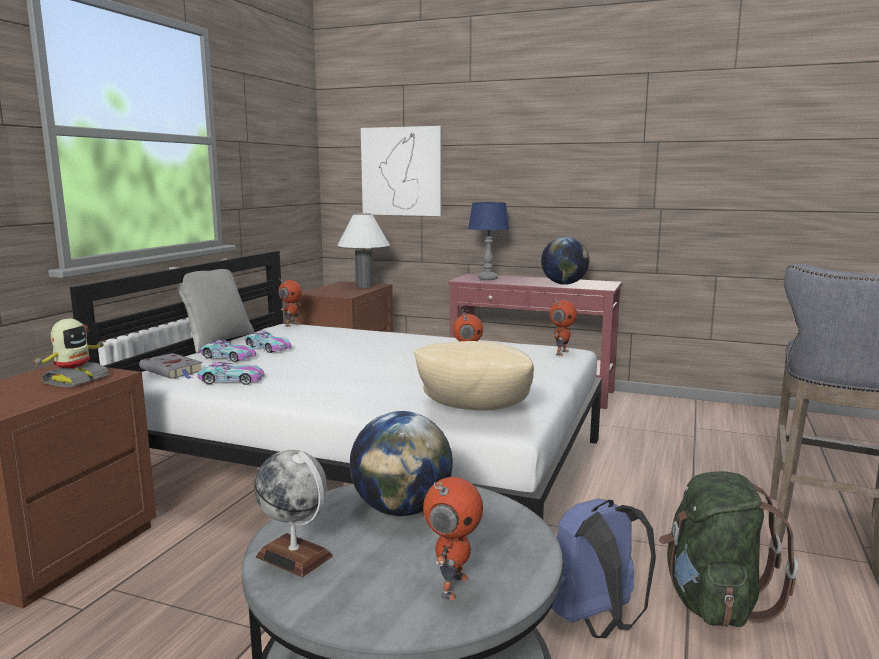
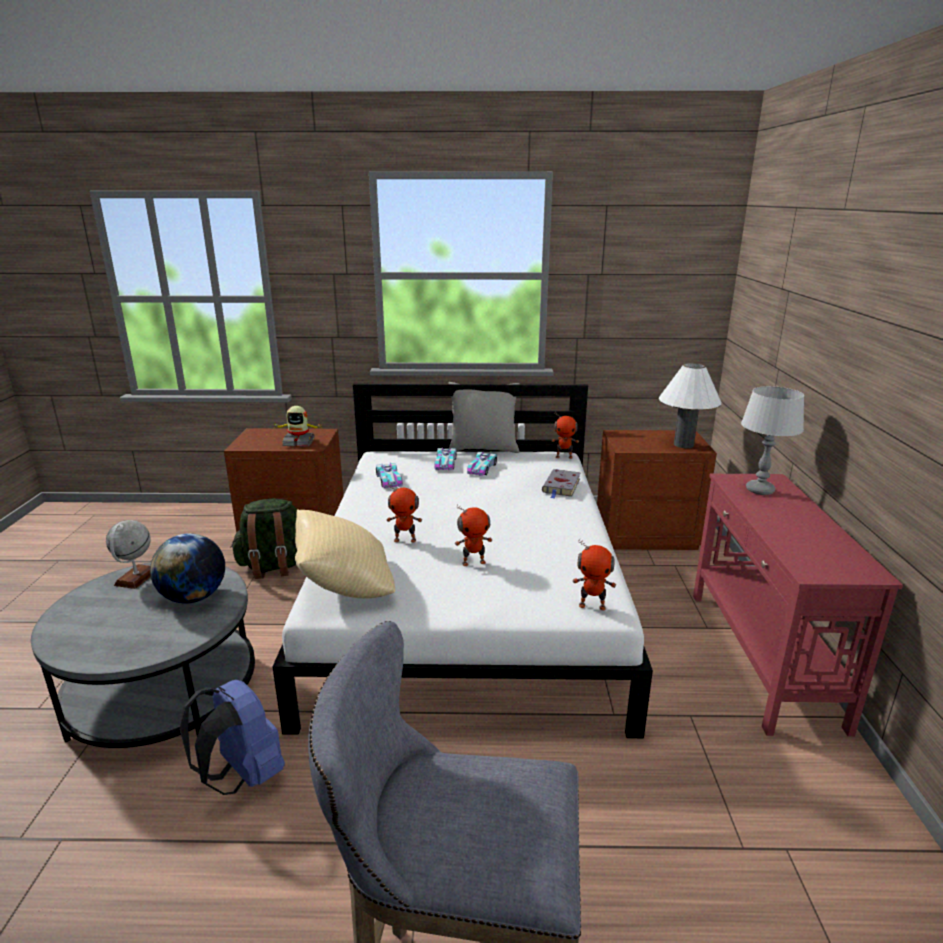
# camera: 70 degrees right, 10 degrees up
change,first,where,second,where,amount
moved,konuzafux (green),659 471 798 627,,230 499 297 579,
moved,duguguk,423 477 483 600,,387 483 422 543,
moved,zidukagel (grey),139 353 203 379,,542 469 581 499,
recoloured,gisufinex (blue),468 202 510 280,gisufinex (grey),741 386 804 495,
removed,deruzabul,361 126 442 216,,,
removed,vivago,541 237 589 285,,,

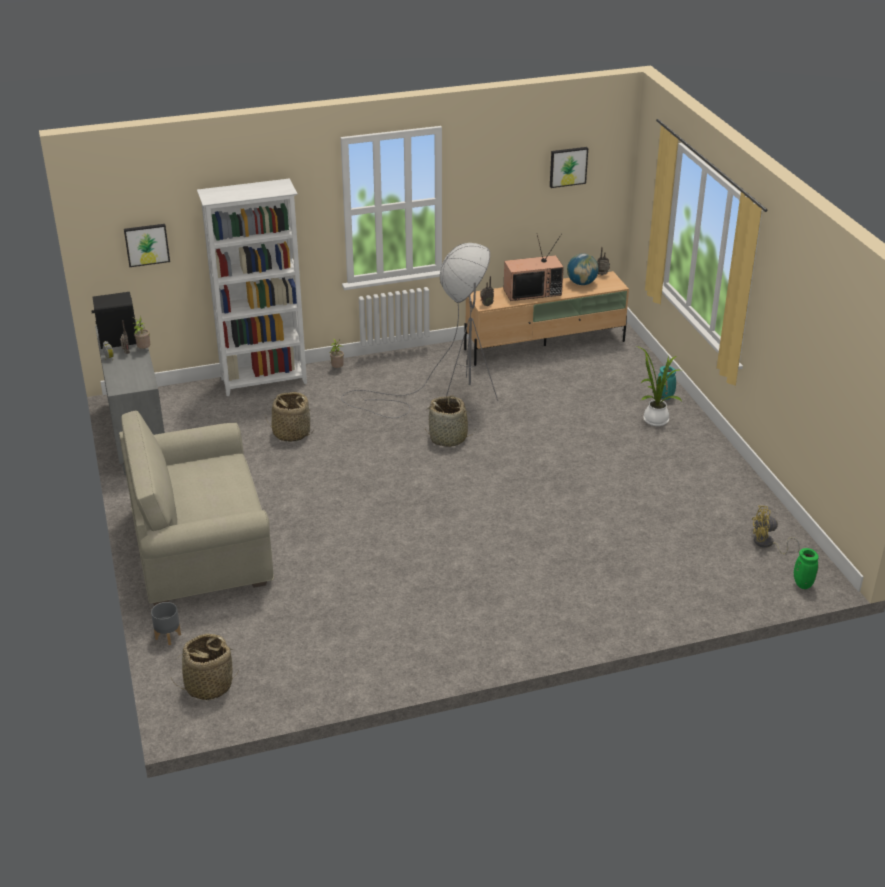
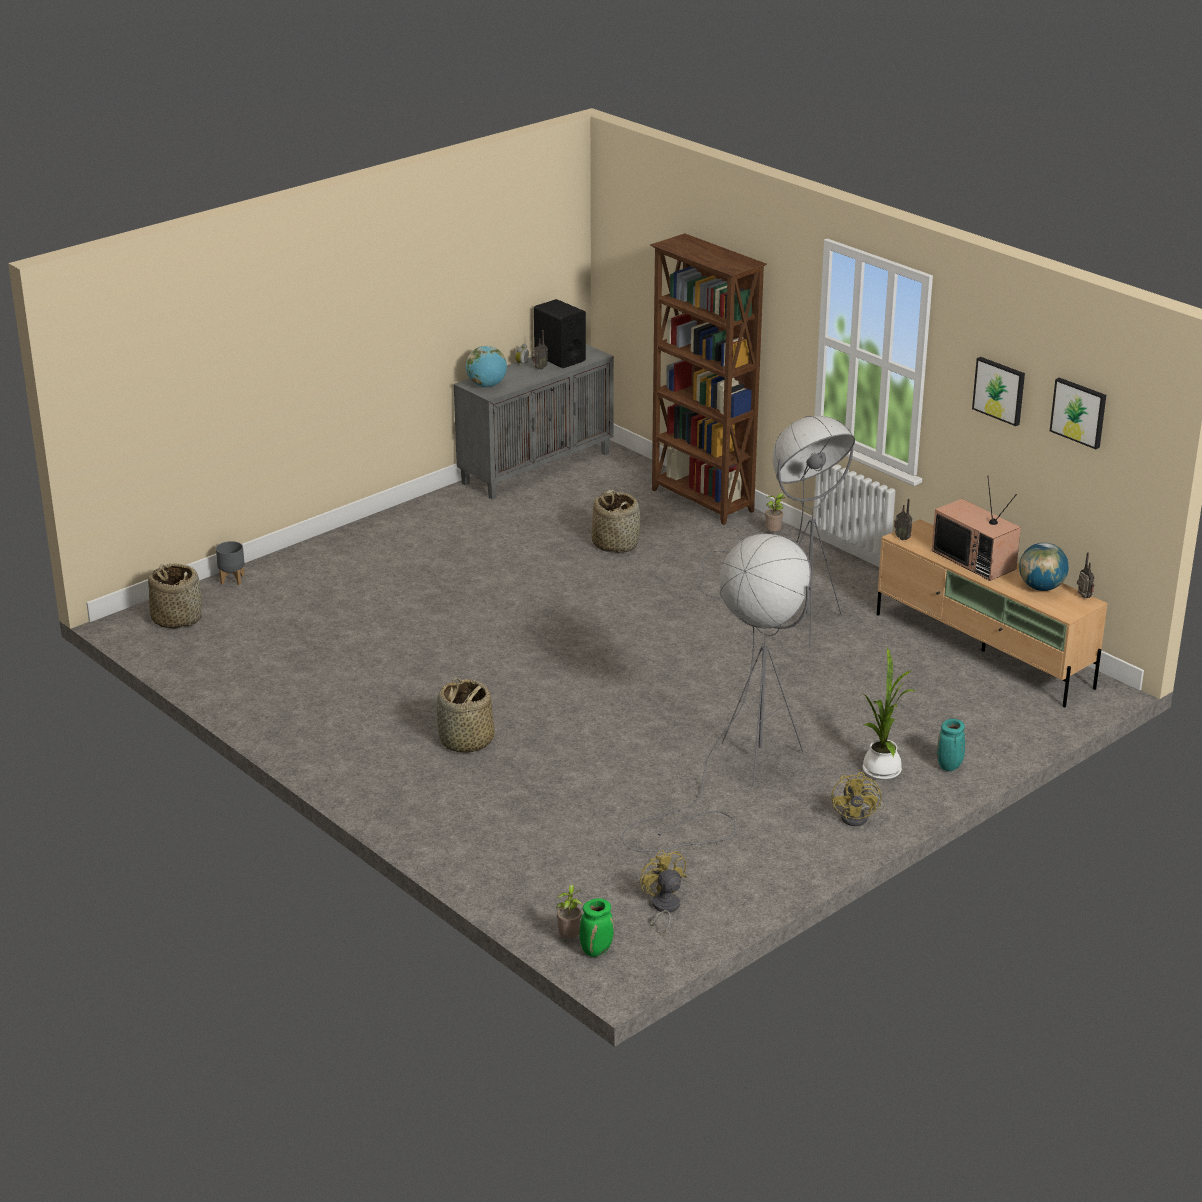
# camera: 65 degrees right, 5 degrees down
change,first,where,second,where,amount
moved,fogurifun,425 395 476 447,,437 678 495 752,
added,,,vivago,466 346 507 387,
moved,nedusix,133 316 150 349,,556 884 583 938,
added,,,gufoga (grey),622 534 811 852,
recoloured,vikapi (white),197 178 307 396,vikapi (brown),650 233 767 525,
added,,,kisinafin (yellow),832 772 882 826,
moved,deruzabul,124 224 170 267,,972 357 1025 426,
removed,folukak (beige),119 410 274 606,,,

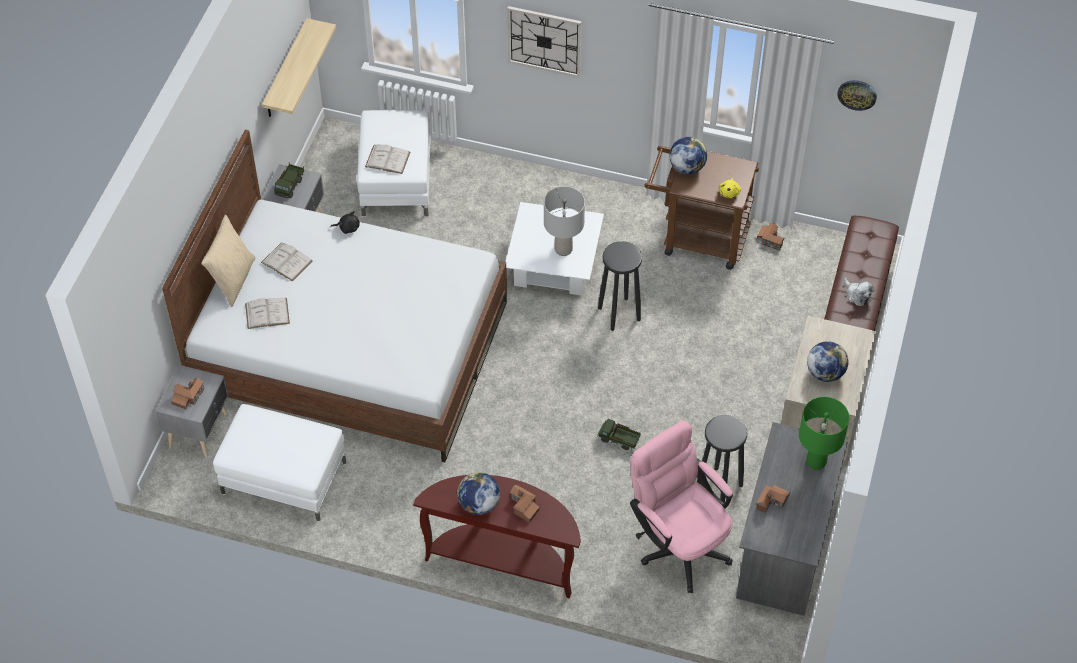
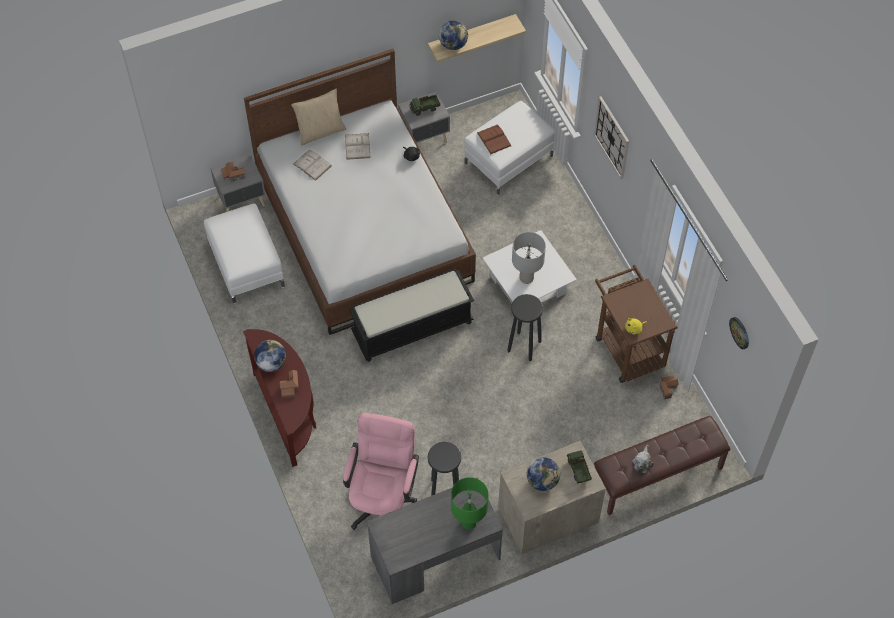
# camera: 50 degrees right, 5 degrees up
change,first,where,second,where,amount
added,,,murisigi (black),349 268 474 362,
moved,vivago,669 137 707 174,,439 21 468 50,
recoloured,zidukagel (white),365 144 410 174,zidukagel (brown),477 124 511 154,
moved,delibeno,598 419 641 450,,567 450 592 484,
removed,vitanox,756 485 790 513,,,

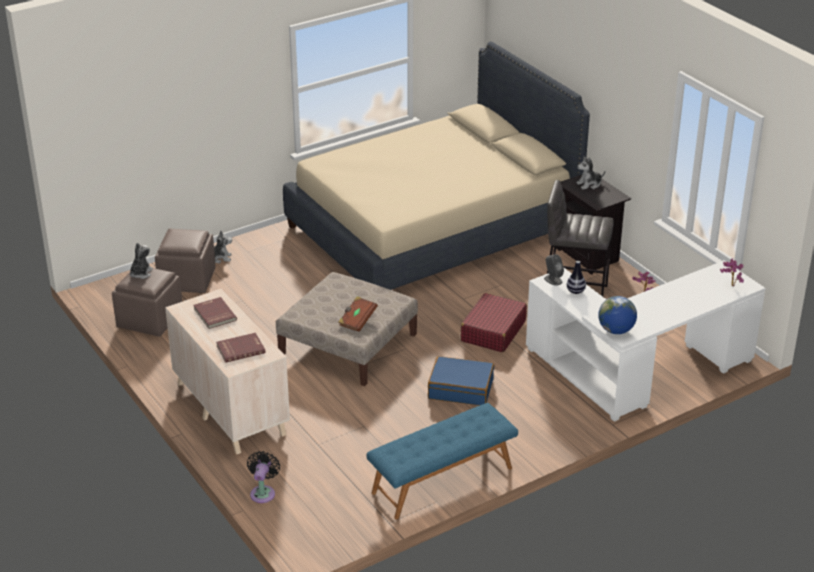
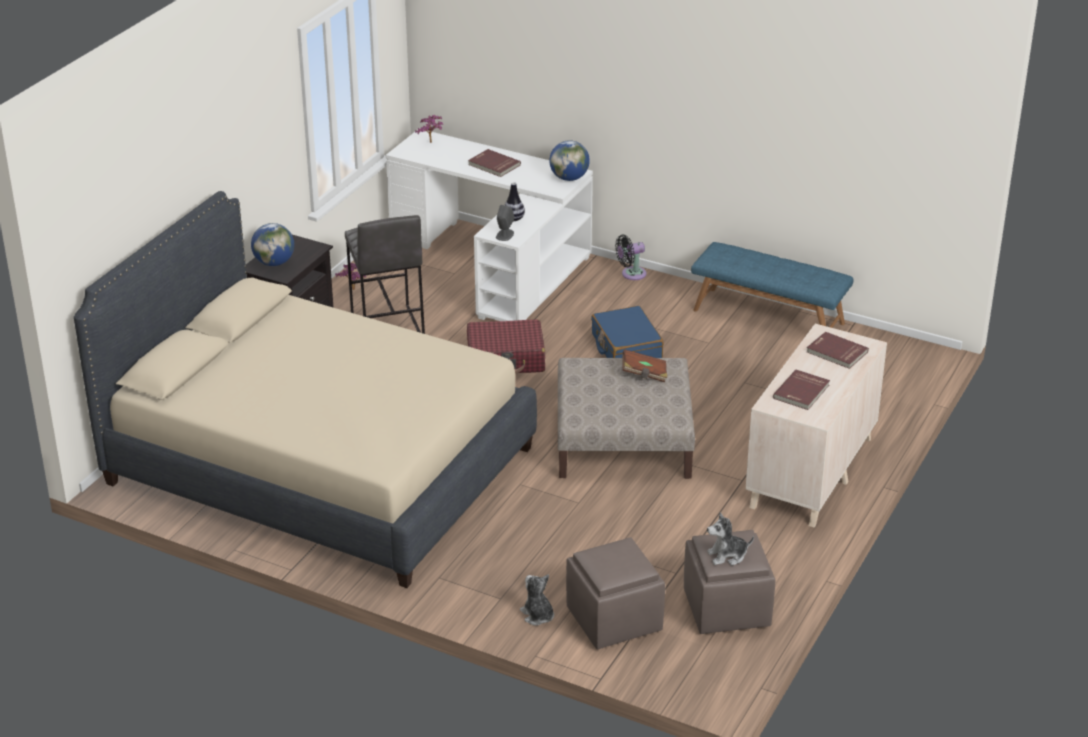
# camera: 120 degrees left, 0 degrees up
change,first,where,second,where,amount
replaced,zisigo,576 156 605 190,vivago,251 223 294 266,
added,,,zidukagel (red),468 149 521 177,
moved,kisinafin (black),247 451 280 503,,615 235 647 280,

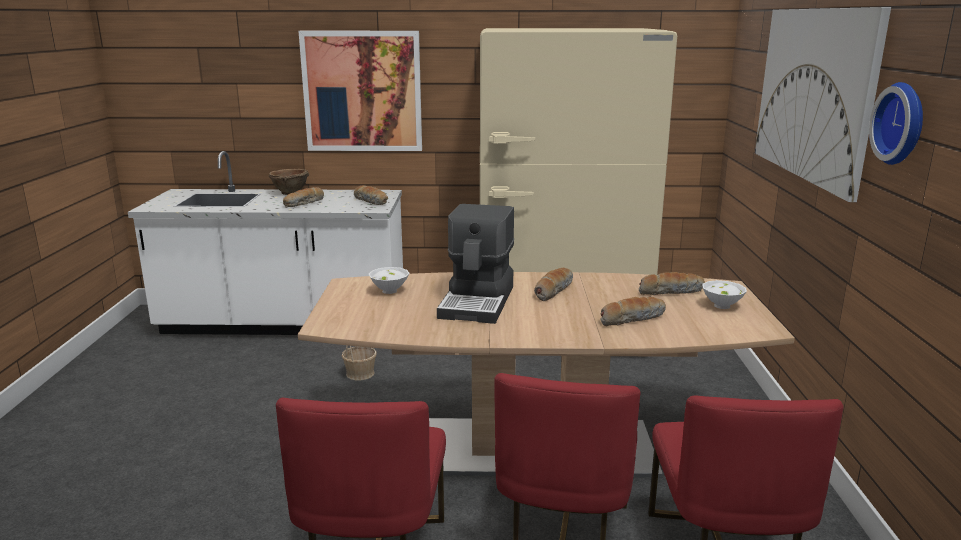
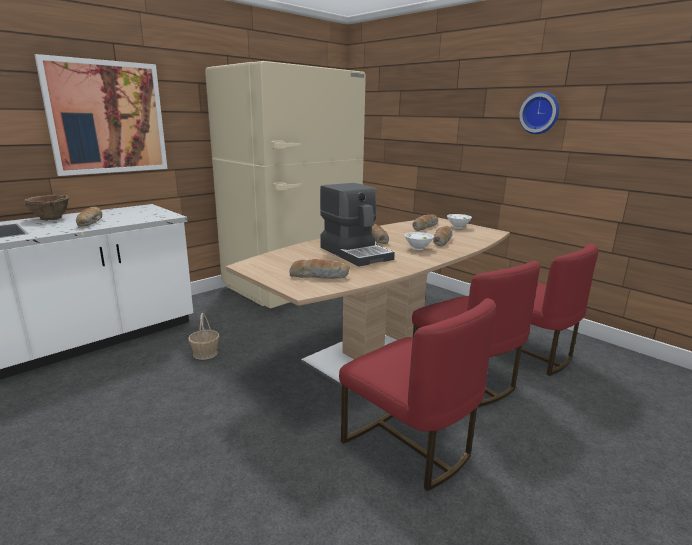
# camera: 45 degrees left, 0 degrees up
change,first,where,second,where,amount
moved,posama,354 185 388 205,,289 259 350 279,
moved,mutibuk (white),369 267 409 294,,404 232 434 250,
removed,deruzabul,755 7 891 202,,,

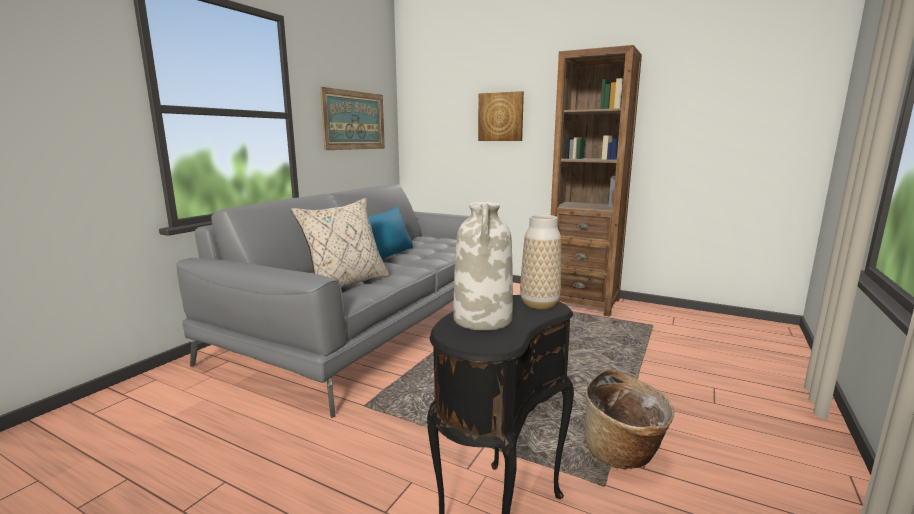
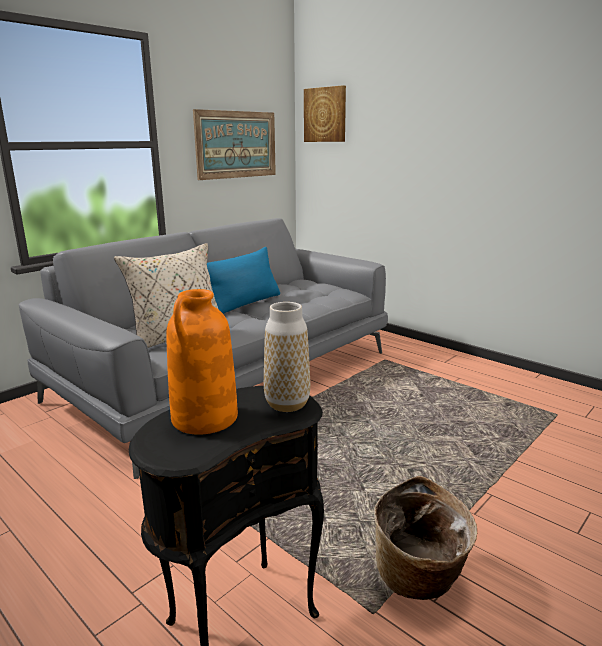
# camera: 15 degrees right, 5 degrees up
change,first,where,second,where,amount
recoloured,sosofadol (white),453 202 513 331,sosofadol (orange),166 289 238 435,
moved,deruzabul,478 91 524 141,,304 85 346 142,
removed,vikapi (brown),551 45 642 317,,,

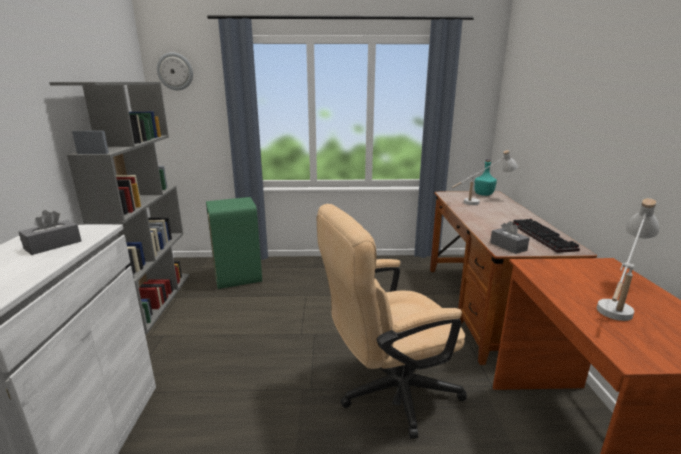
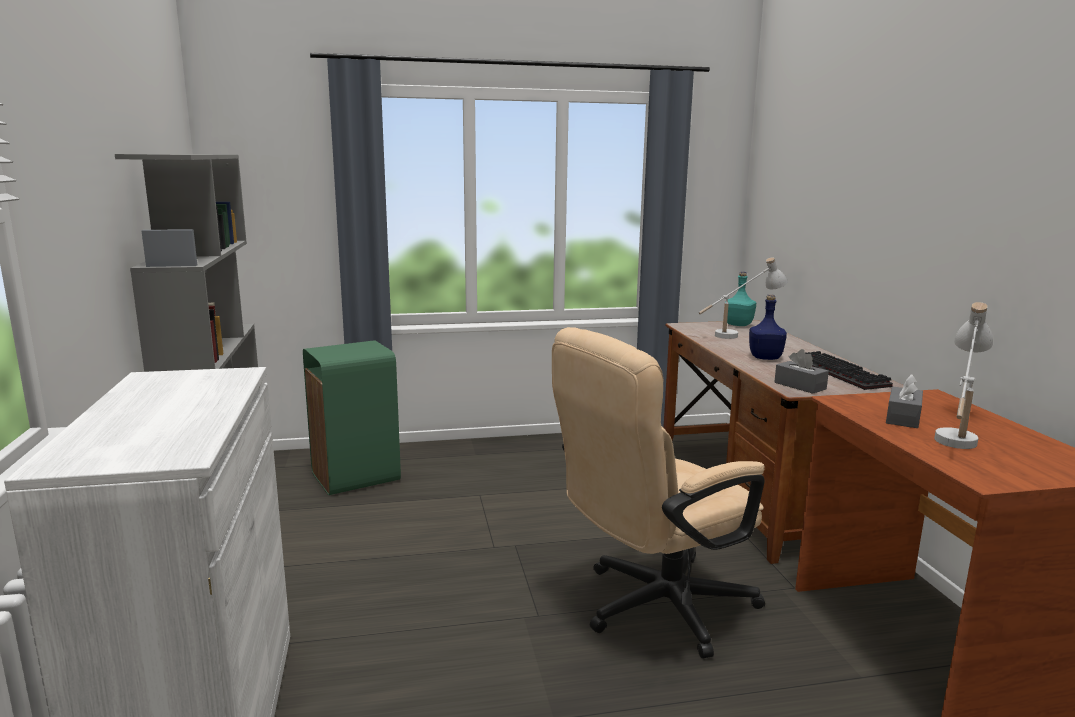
# camera: 10 degrees left, 5 degrees down
change,first,where,second,where,amount
added,,,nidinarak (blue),749 294 787 360,
moved,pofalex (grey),19 210 81 255,,886 374 923 428,
removed,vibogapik,157 52 193 90,,,

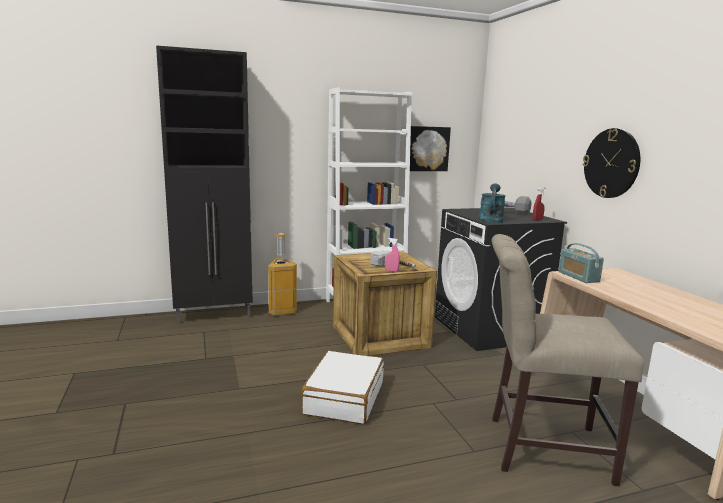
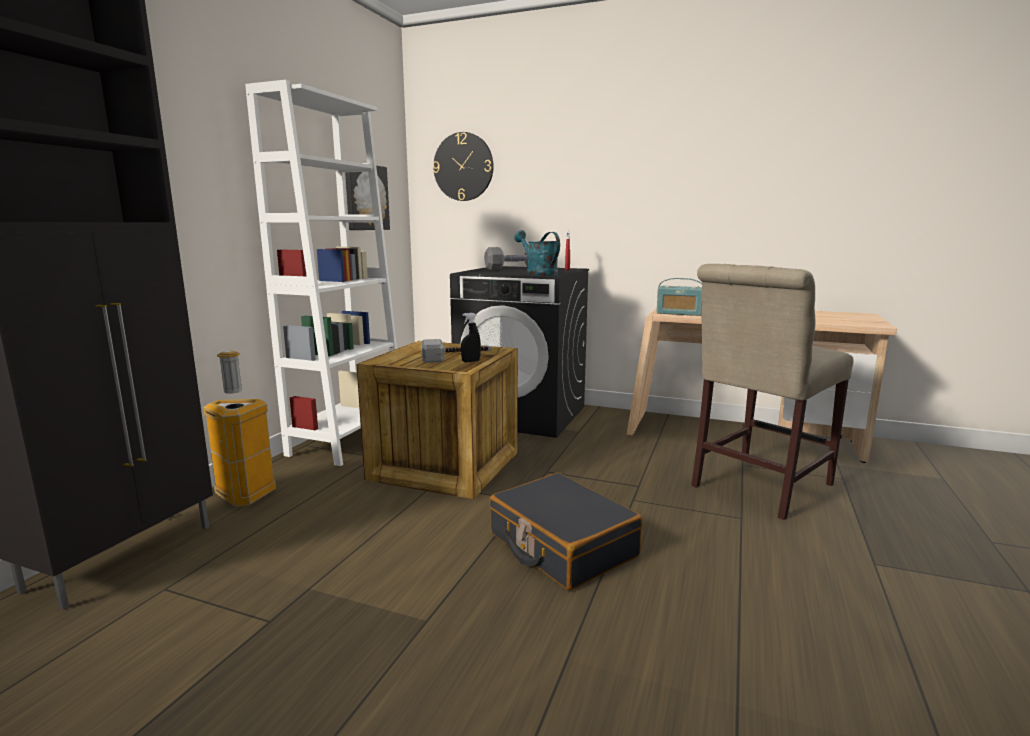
# camera: 50 degrees left, 0 degrees up
change,first,where,second,where,amount
moved,vibogapik,583 128 640 198,,433 132 493 201,
recoloured,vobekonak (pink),385 238 400 272,vobekonak (black),461 313 481 362,
recoloured,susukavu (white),301 351 384 425,susukavu (black),489 473 642 590,

